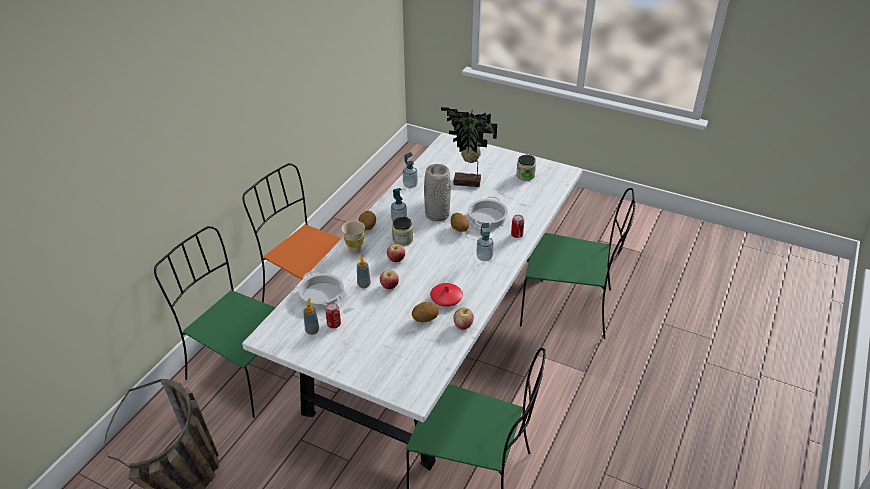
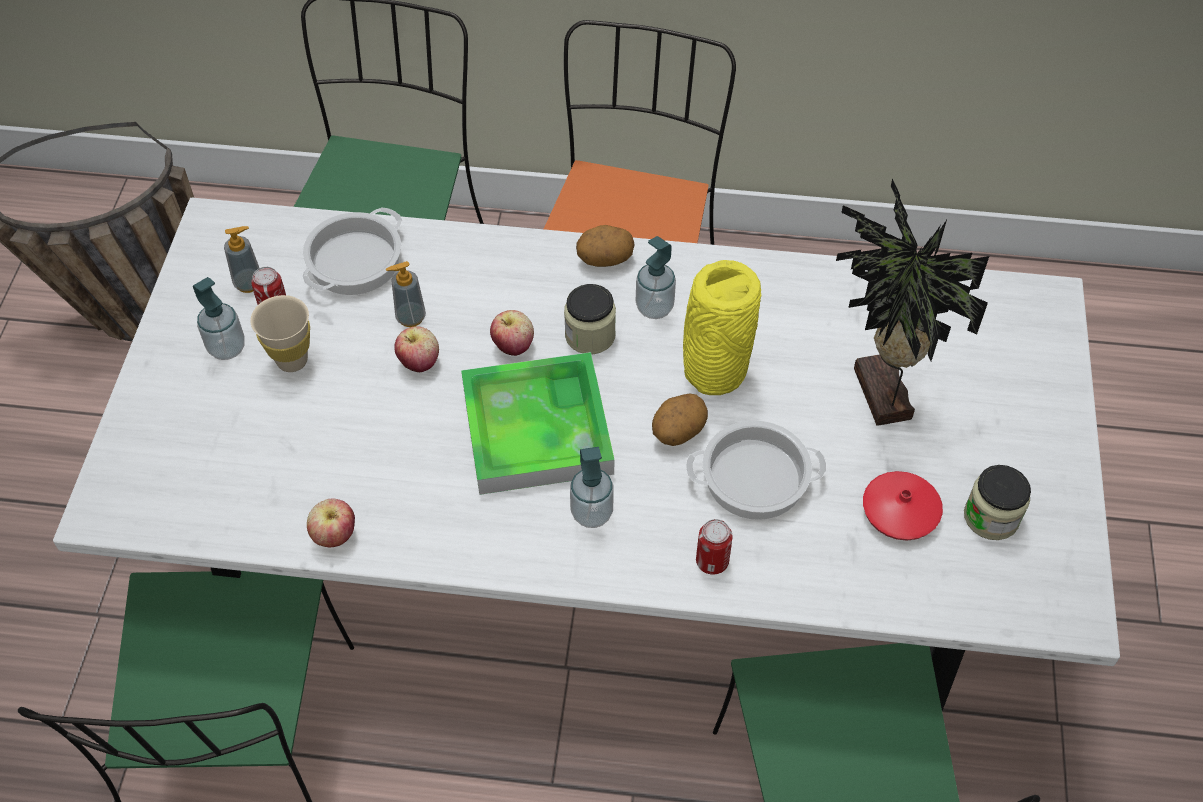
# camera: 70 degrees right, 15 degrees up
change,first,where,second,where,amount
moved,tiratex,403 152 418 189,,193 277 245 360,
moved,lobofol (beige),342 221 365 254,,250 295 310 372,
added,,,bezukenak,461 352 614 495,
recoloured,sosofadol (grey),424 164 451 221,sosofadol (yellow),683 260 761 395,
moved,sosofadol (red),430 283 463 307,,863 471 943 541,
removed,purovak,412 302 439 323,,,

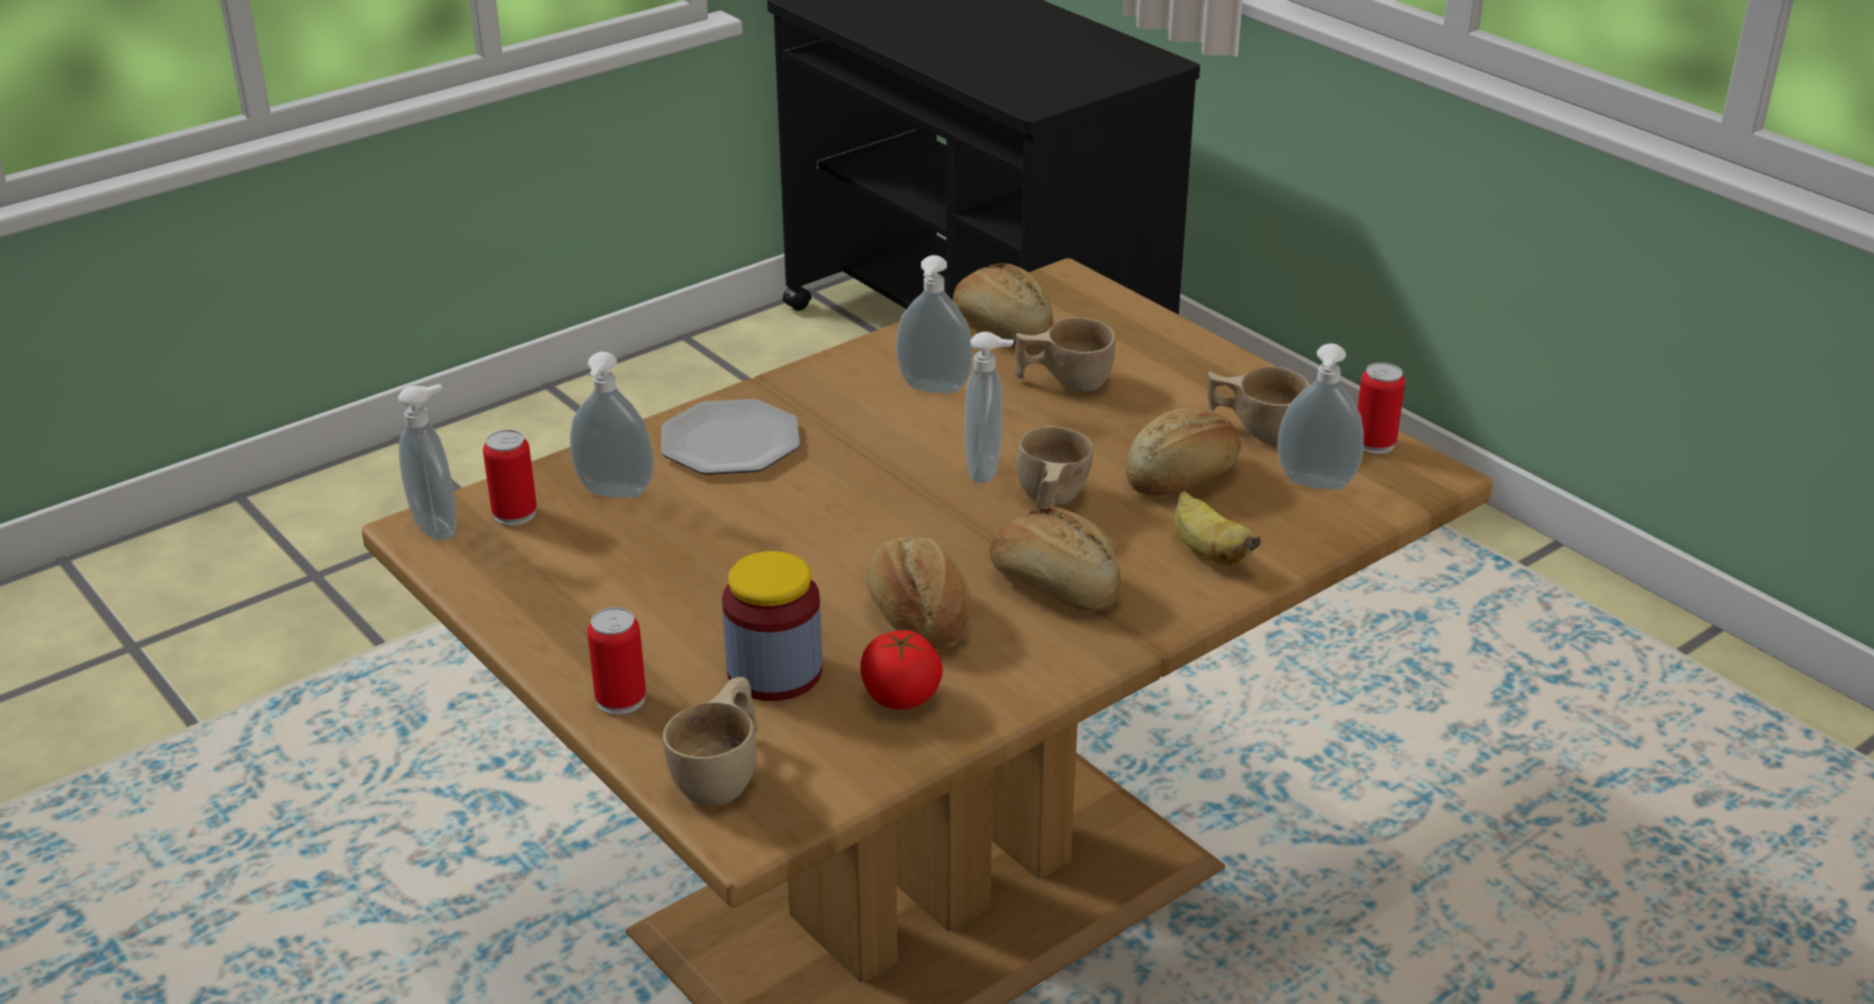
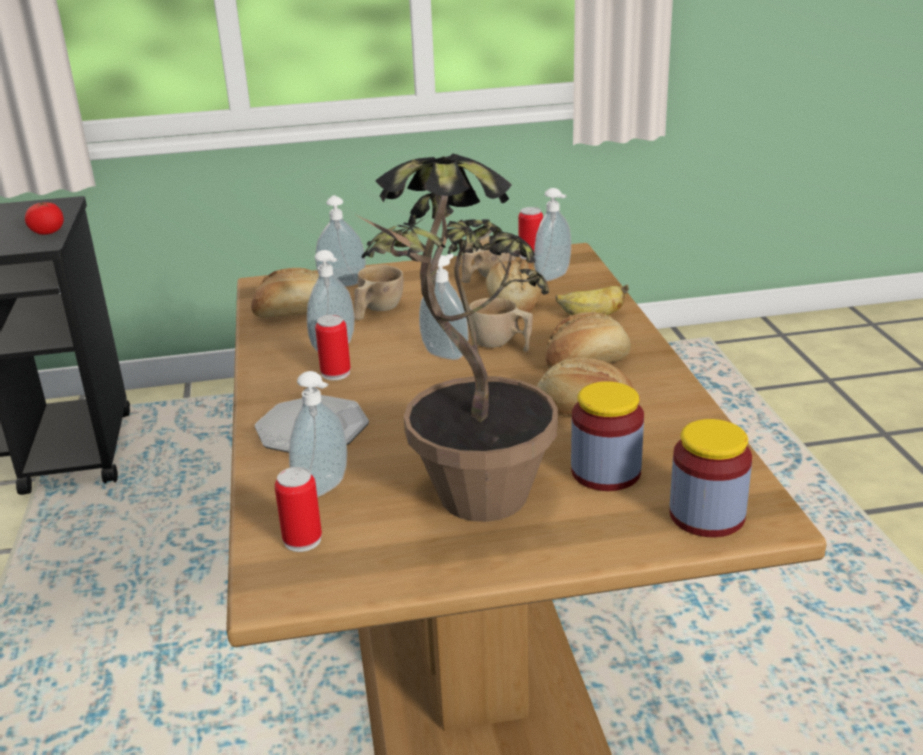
# camera: 60 degrees left, 5 degrees down
change,first,where,second,where,amount
moved,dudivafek,861 630 943 710,,25 202 64 235,
moved,tiratex,398 384 457 541,,315 195 366 287,
moved,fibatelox,587 607 646 715,,315 314 351 380,
added,,,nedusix,356 153 558 522,
replaced,lobofol (beige),663 677 758 806,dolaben,670 419 752 537,

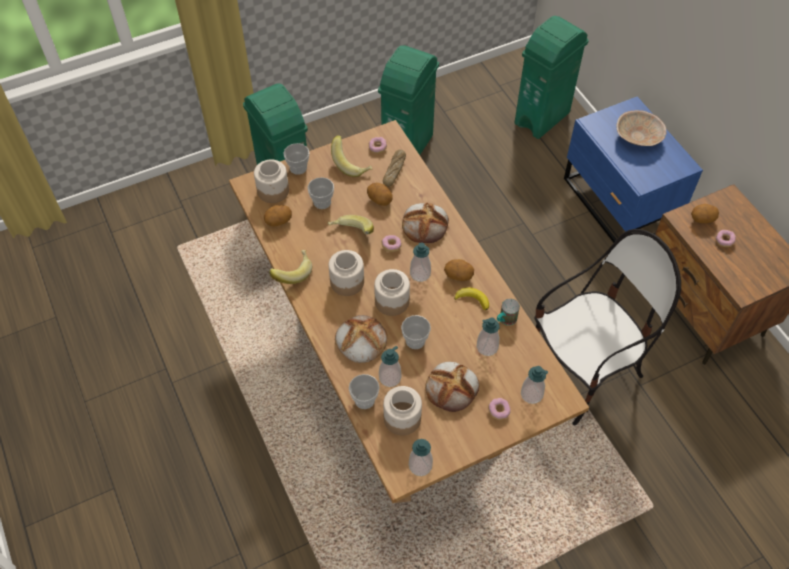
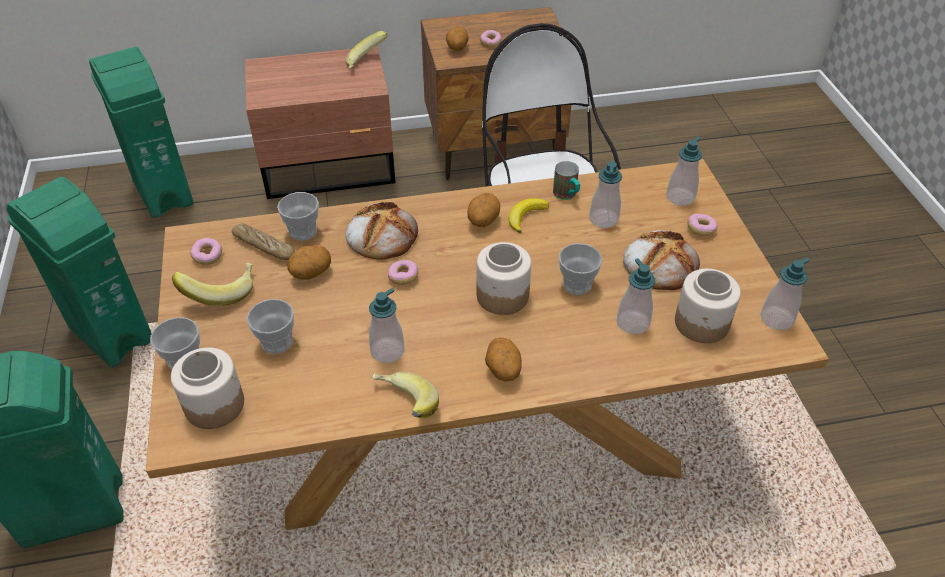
# camera: 75 degrees left, 10 degrees down
change,first,where,second,where,amount
recoloured,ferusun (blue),564 96 703 243,ferusun (brown),245 46 396 199,
moved,lobofol,349 374 380 409,,277 192 319 241,
moved,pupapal,328 215 374 234,,346 31 388 69,
moved,tiratex,410 242 431 282,,369 288 405 363,
moved,purovak,264 205 292 226,,485 337 522 381,
removed,dolaben,328 250 364 296,,,
removed,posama,335 315 387 363,,,
removed,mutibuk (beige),616 110 667 146,,,

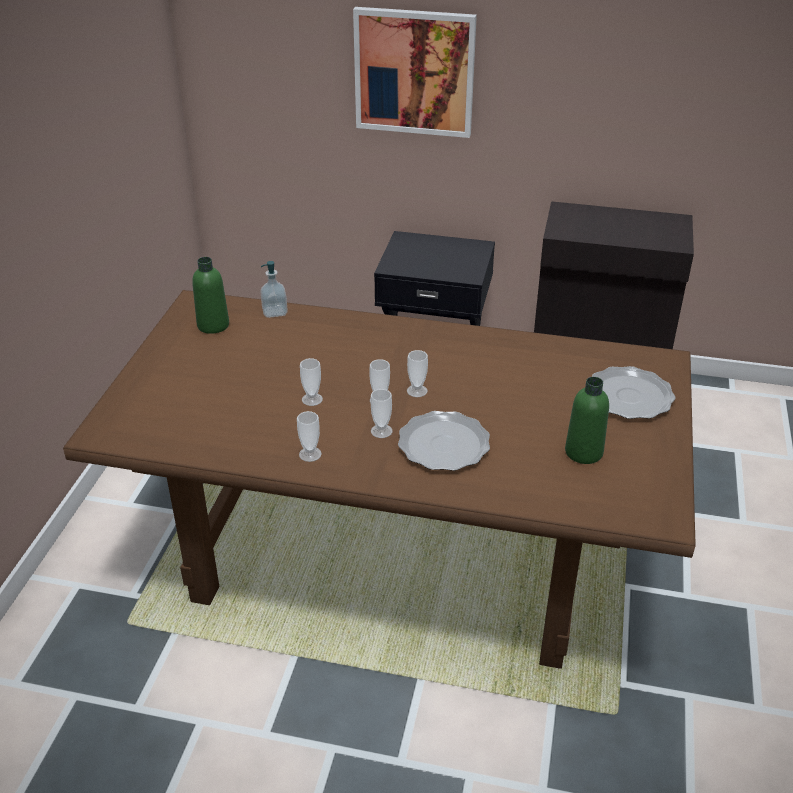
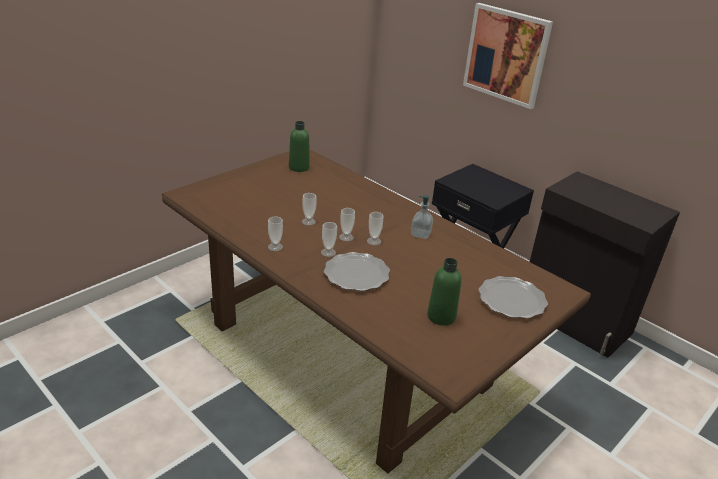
# camera: 30 degrees right, 5 degrees down
change,first,where,second,where,amount
moved,tiratex,260 261 288 318,,411 195 433 239,

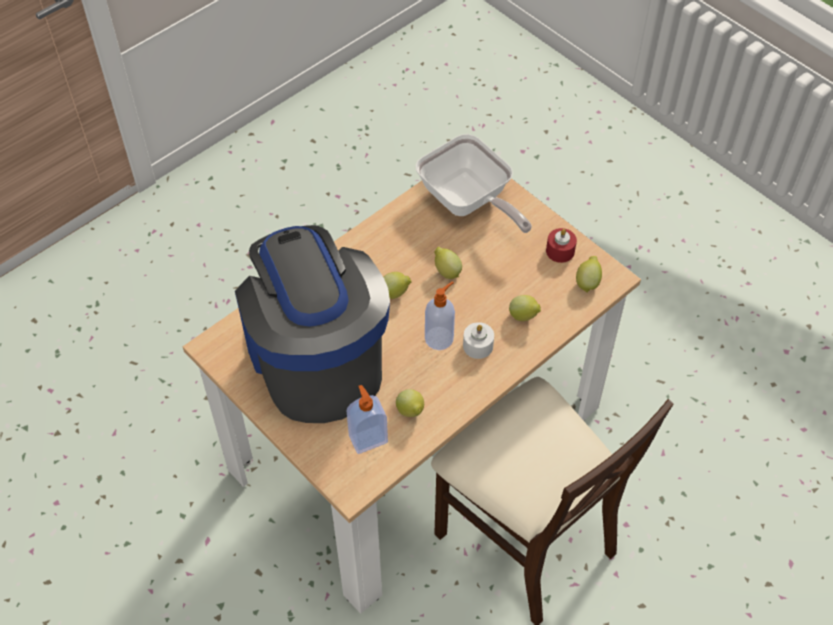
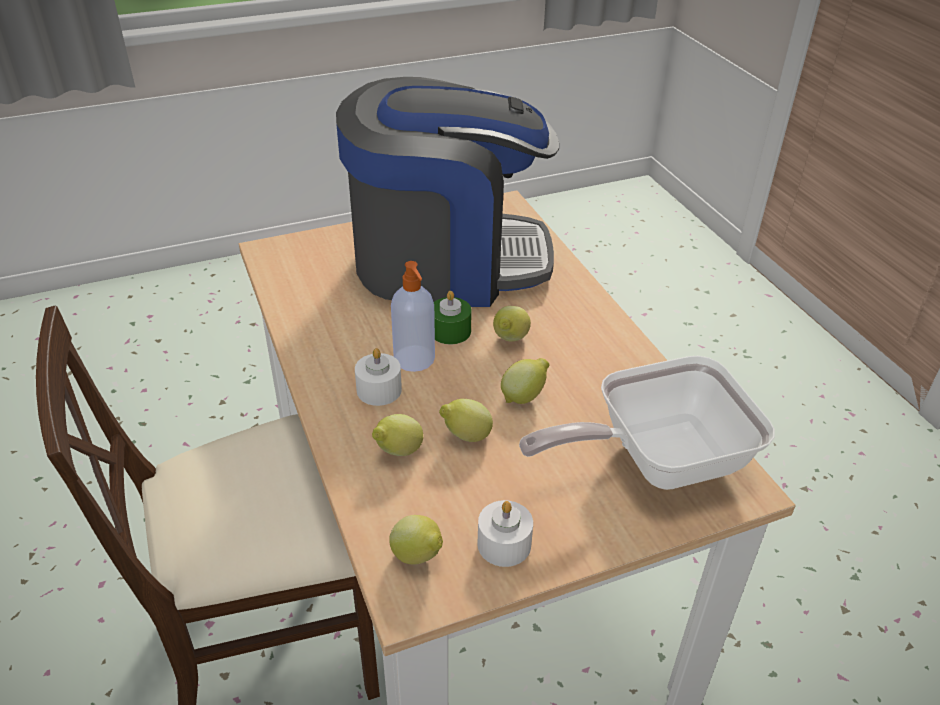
# camera: 110 degrees right, 15 degrees down
change,first,where,second,where,amount
added,,,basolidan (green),434 291 472 344,
moved,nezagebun,396 389 424 417,,439 399 493 442,
recoloured,basolidan (red),546 228 577 263,basolidan (white),477 500 533 567,
removed,tiratex,346 385 388 454,,,

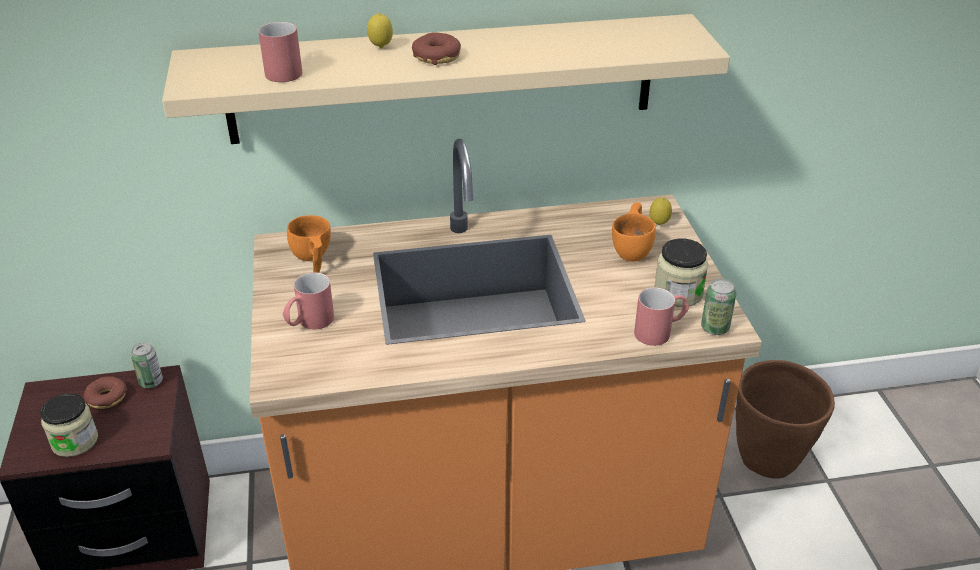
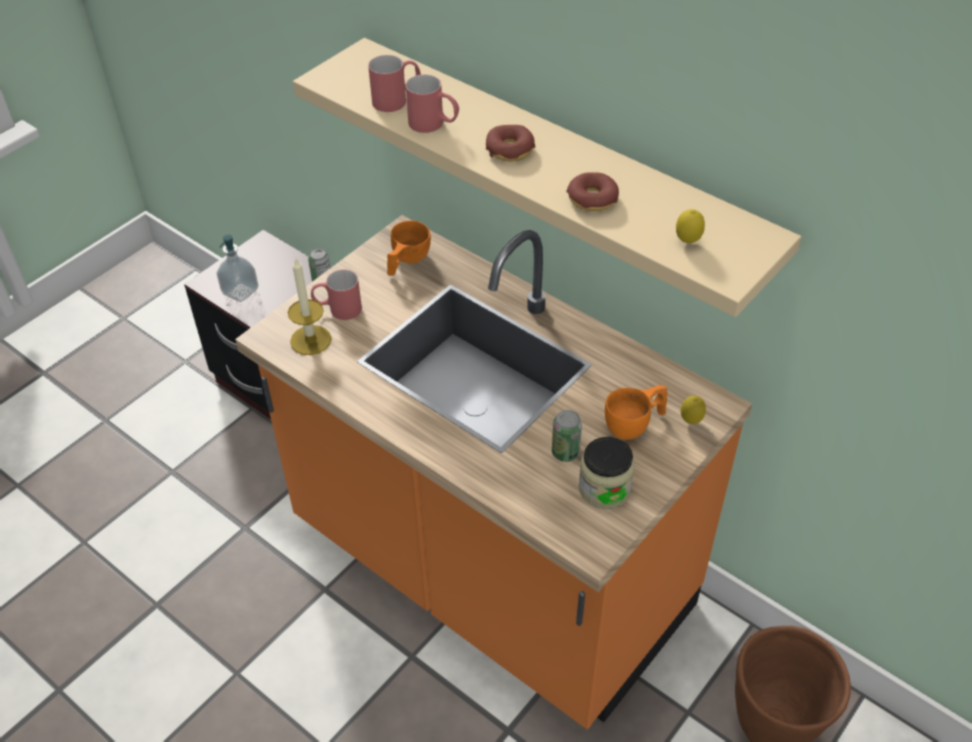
# camera: 50 degrees right, 10 degrees up
change,first,where,second,where,amount
replaced,dolaben,40 393 98 457,tiratex,217 235 258 302,
added,,,basolidan,288 257 331 355,
moved,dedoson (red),634 287 689 346,,406 74 459 133,
moved,fibatelox,701 279 736 335,,552 410 582 462,
moved,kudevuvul,84 376 127 409,,566 172 619 211,
moved,nezagebun,367 13 393 48,,676 209 705 243,

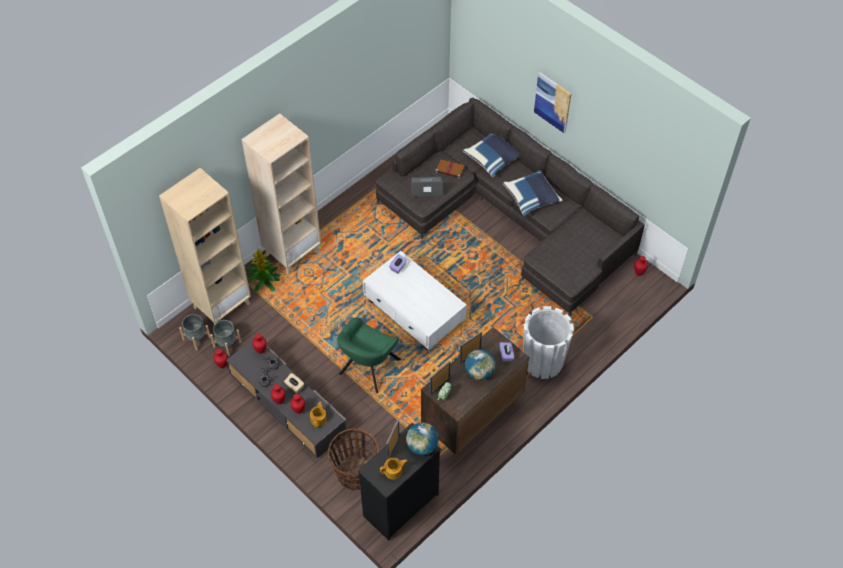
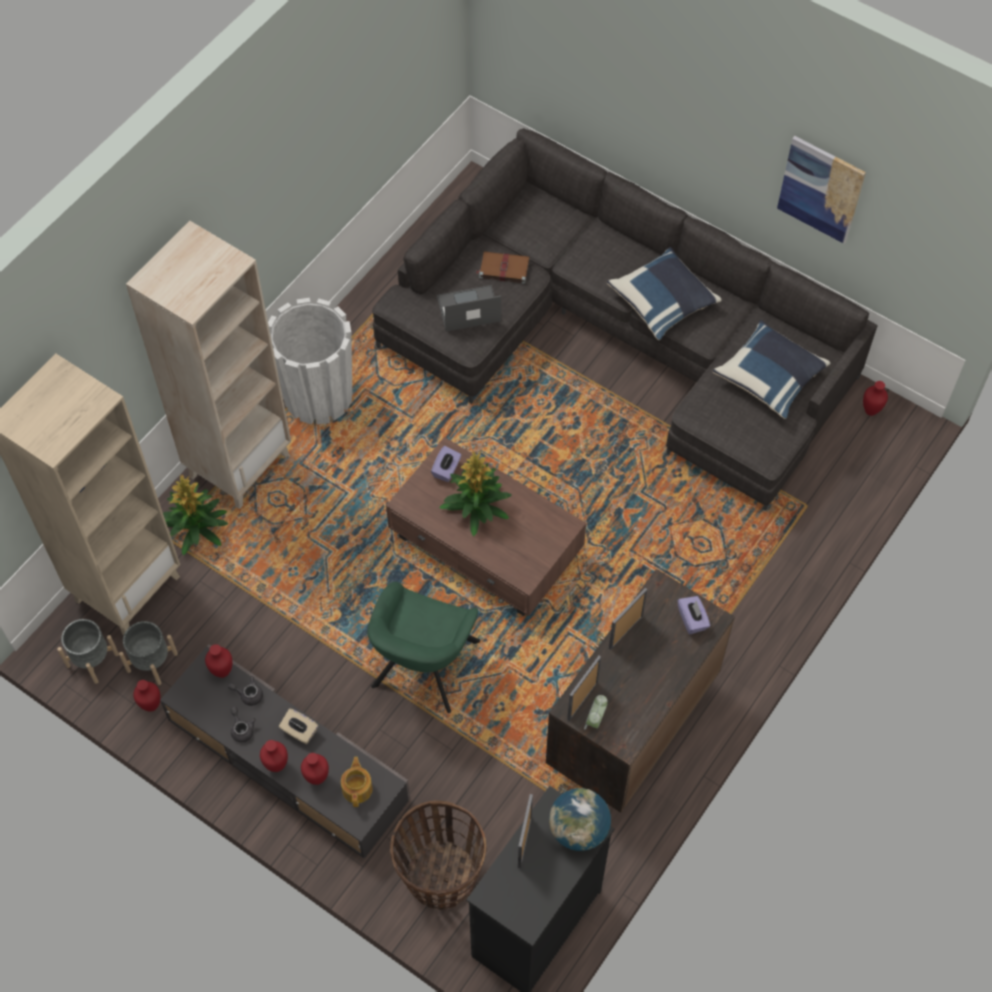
# camera: 10 degrees left, 5 degrees up
change,first,where,second,where,amount
moved,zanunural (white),523 306 574 379,,268 298 352 425,
recoloured,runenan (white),363 251 467 350,runenan (brown),386 437 586 616,
added,,,nedusix,439 450 511 537,
moved,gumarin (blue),462 134 520 177,,712 320 830 419,
moved,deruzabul,534 72 571 133,,777 136 866 244,
removed,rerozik,380 458 407 480,,,
removed,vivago,465 349 496 380,,,

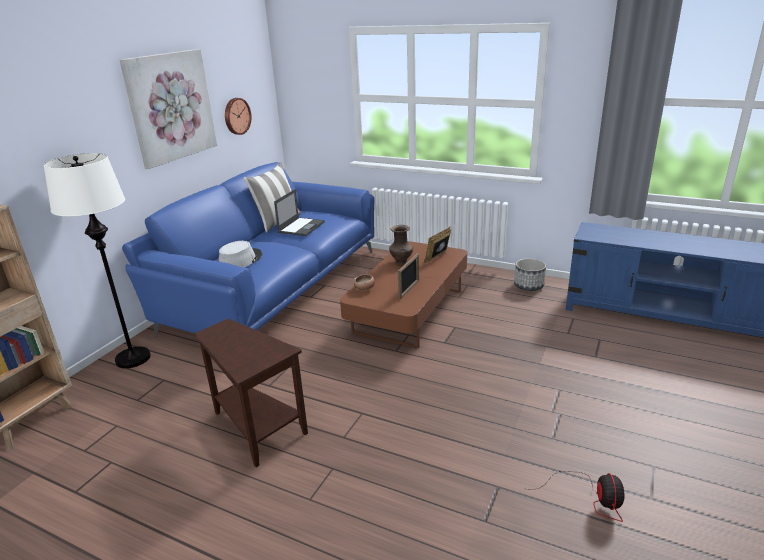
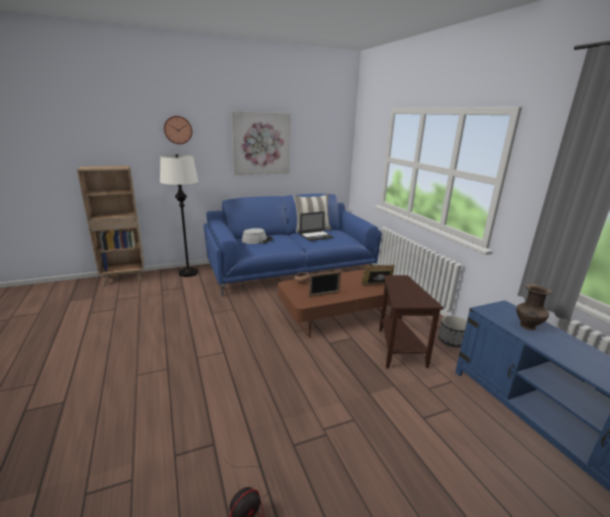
# camera: 40 degrees right, 5 degrees down
change,first,where,second,where,amount
moved,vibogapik,225 98 251 135,,164 116 192 144,
moved,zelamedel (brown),195 319 308 467,,379 275 444 369,
moved,sosofadol (brown),389 225 413 265,,516 284 552 330,

